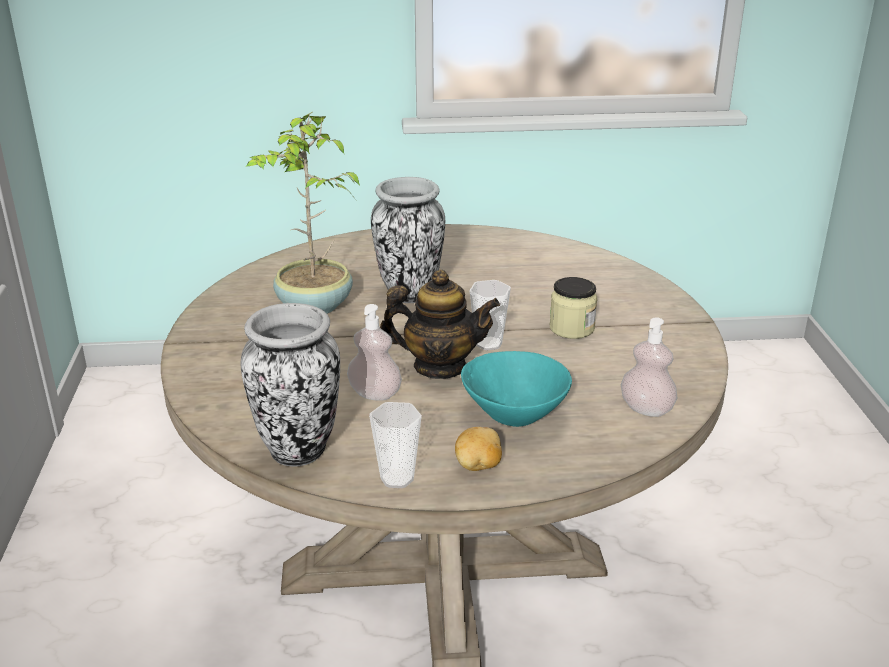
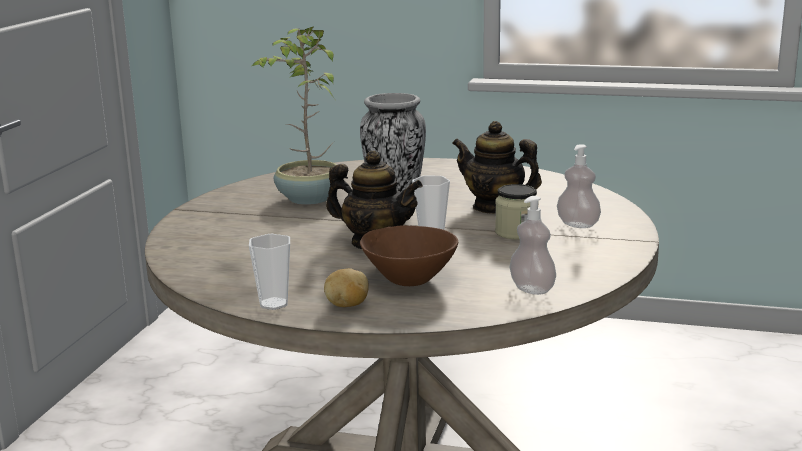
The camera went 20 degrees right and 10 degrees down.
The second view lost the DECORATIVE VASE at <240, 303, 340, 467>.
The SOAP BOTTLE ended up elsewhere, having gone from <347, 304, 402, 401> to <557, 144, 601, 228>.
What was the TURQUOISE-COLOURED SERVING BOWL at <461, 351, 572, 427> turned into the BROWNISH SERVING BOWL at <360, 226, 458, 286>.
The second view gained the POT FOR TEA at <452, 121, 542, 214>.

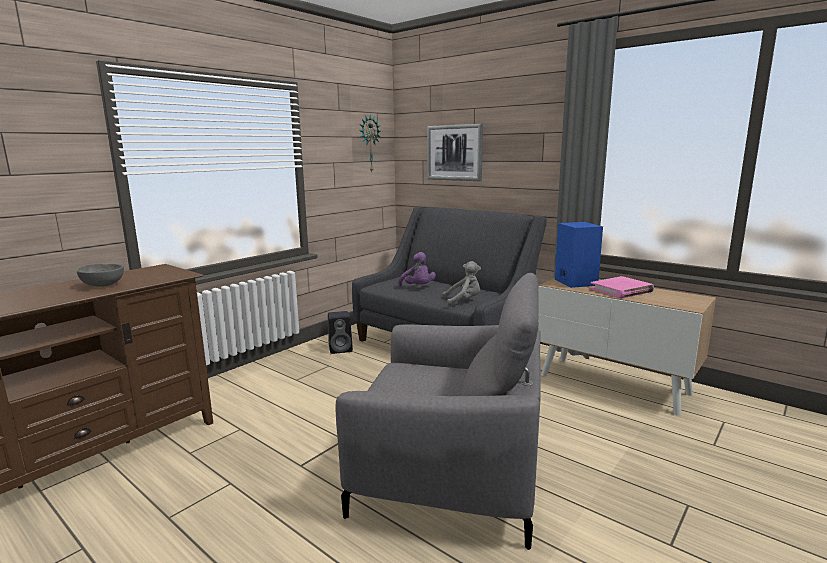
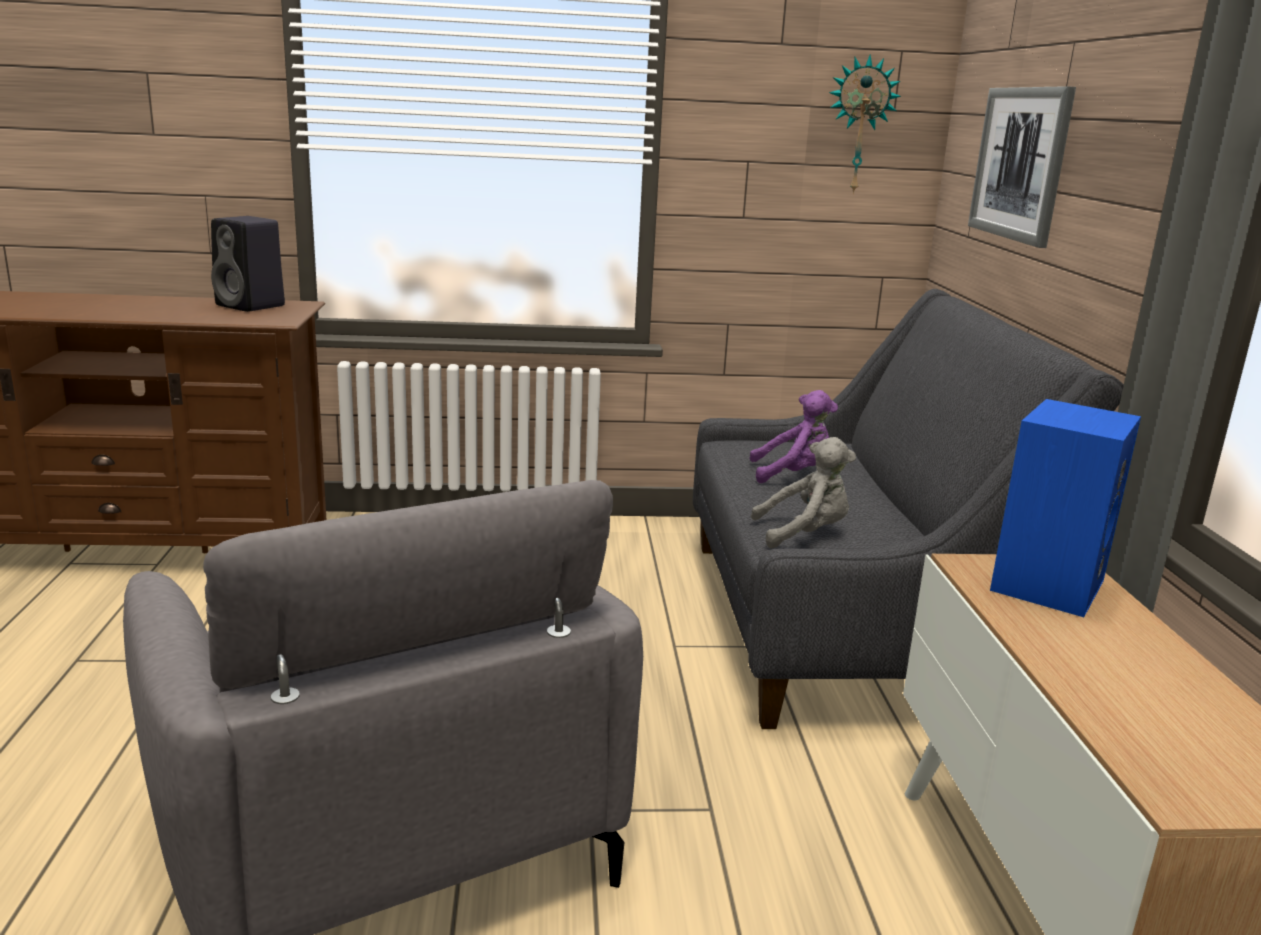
The camera went 45 degrees right and 5 degrees up.
The PURPLE PLUSH TOY at <398, 252, 436, 286> ended up facing another way, 105 degrees counterclockwise from before.
The GREYISH PLUSH TOY at <442, 261, 481, 307> ended up facing another way, 45 degrees counterclockwise from before.
The second view lost the GREYISH SERVING BOWL at <77, 264, 124, 287>.
The second view lost the PINK BOOK at <590, 276, 654, 298>.
The BLACK AUDIO SPEAKER ended up elsewhere, having gone from <328, 311, 353, 354> to <211, 216, 285, 312>.

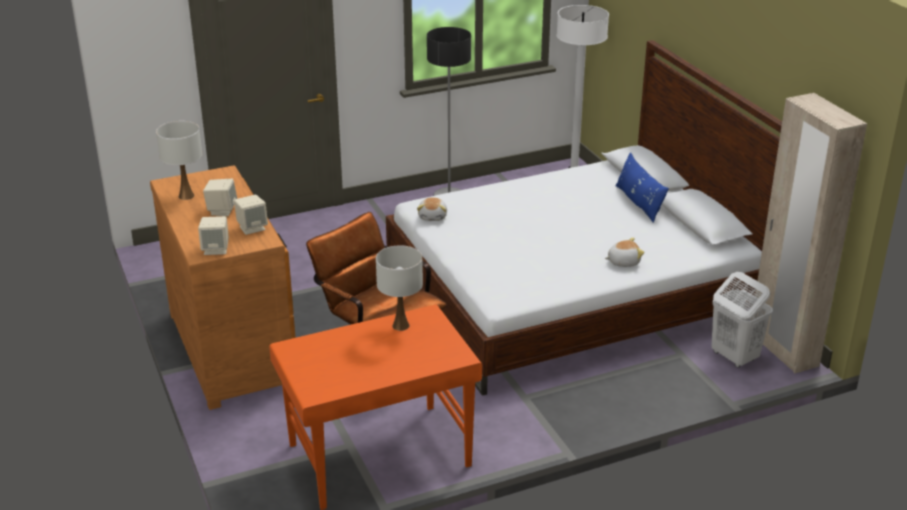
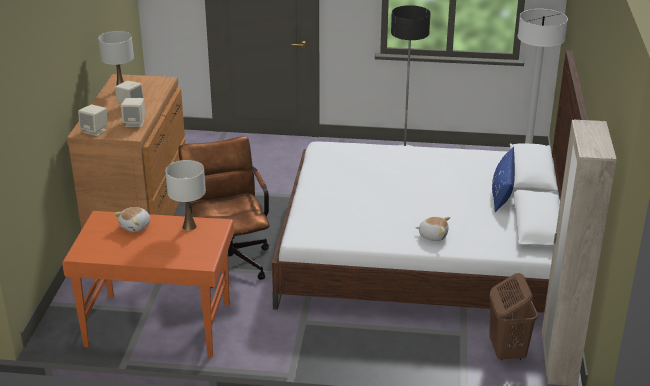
The camera went 30 degrees right and 0 degrees up.
The PLUSH TOY ended up elsewhere, having gone from <417, 197, 447, 221> to <114, 207, 150, 232>.
What was the WHITE LAUNDRY BASKET at <711, 272, 773, 368> turned into the BROWNISH LAUNDRY BASKET at <489, 273, 538, 361>.

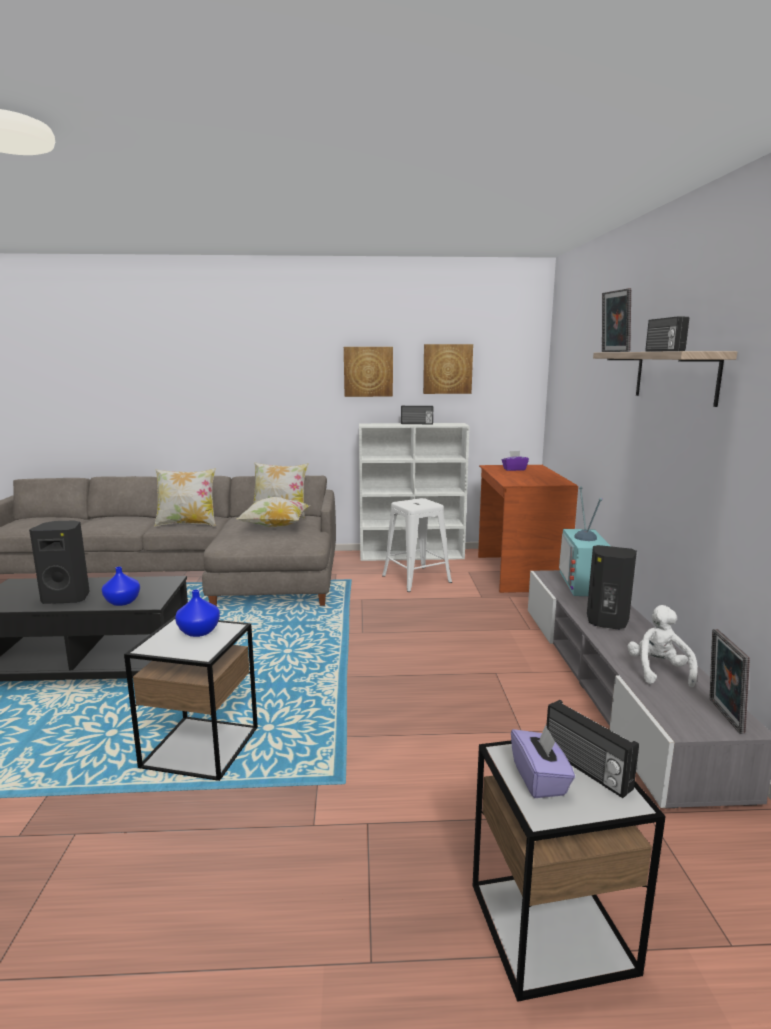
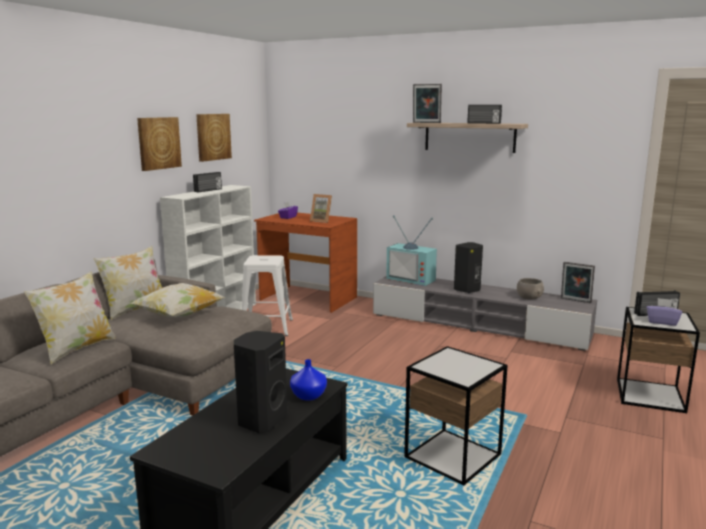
The camera went 60 degrees left and 0 degrees up.
The second view lost the BLUE-COLOURED DECORATIVE VASE at <175, 589, 220, 637>.
Where the WHITE PLUSH TOY stood at <627, 605, 698, 687>, the GREYISH SERVING BOWL came to stand at <517, 278, 544, 299>.
The second view gained the STANDING FRAME at <310, 194, 332, 223>.

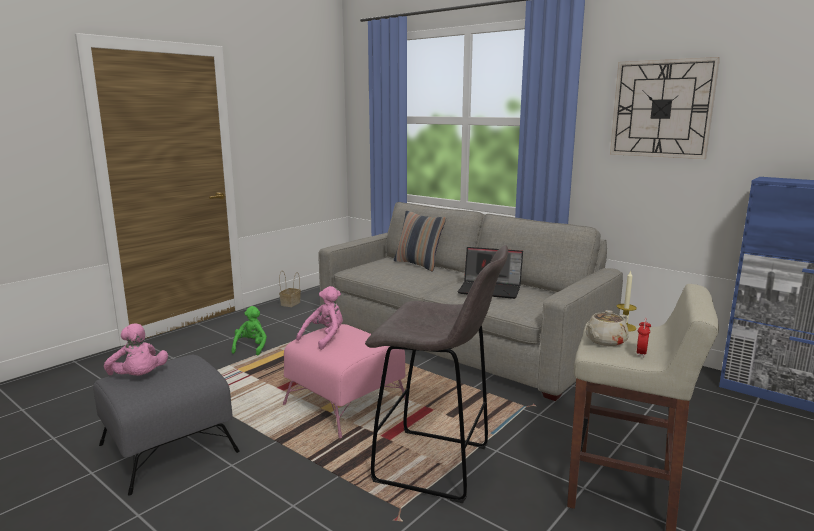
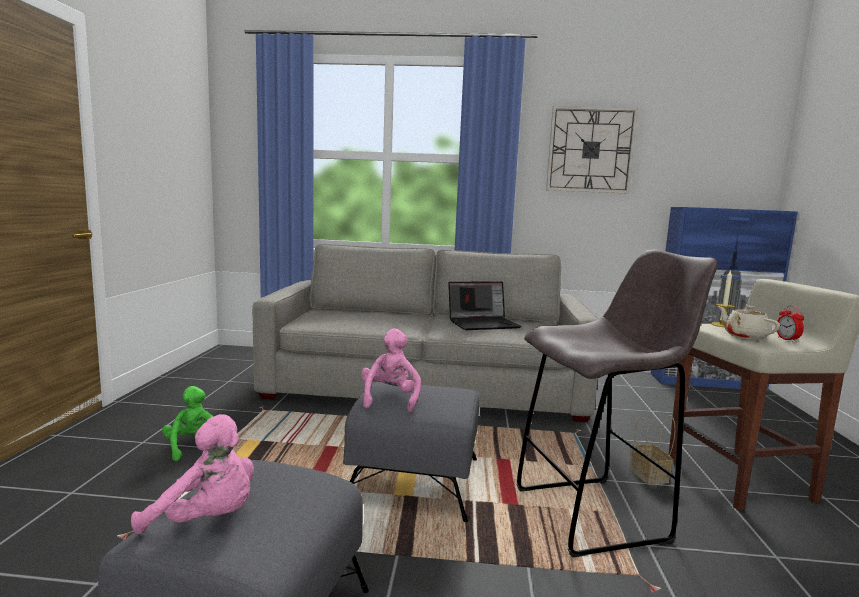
The camera went 35 degrees left and 5 degrees down.
The second view lost the THROW PILLOW at <394, 211, 446, 271>.
The HOUSEHOLD BASKET ended up elsewhere, having gone from <279, 271, 301, 307> to <630, 415, 675, 485>.
The BEIGE POT FOR TEA at <586, 310, 629, 346> ended up facing another way, 135 degrees clockwise from before.
What was the PINK POUFFE at <283, 324, 409, 438> turned into the GREYISH POUFFE at <343, 382, 479, 522>.

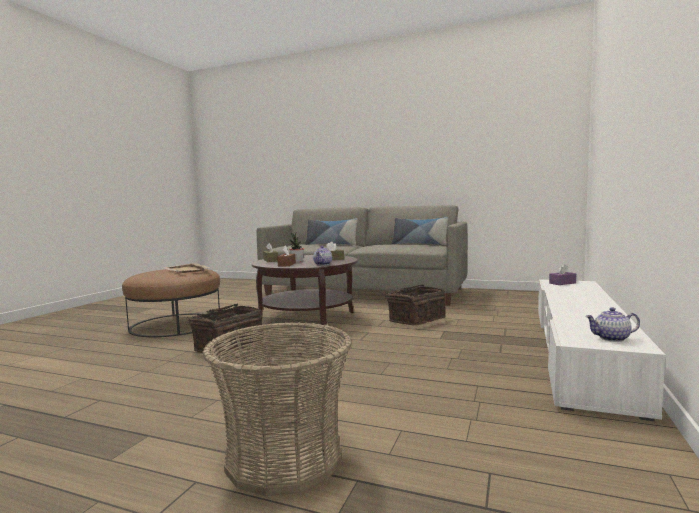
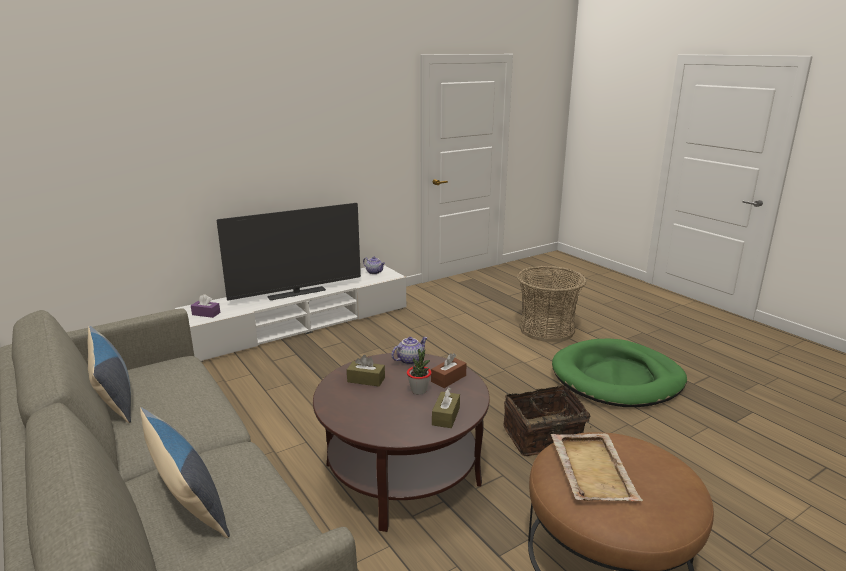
The camera went 145 degrees left and 15 degrees up.
The second view lost the HOUSEHOLD BASKET at <382, 284, 446, 326>.
The second view gained the TV SET at <217, 203, 361, 301>.
The second view gained the GREEN DOG BED at <552, 339, 687, 407>.

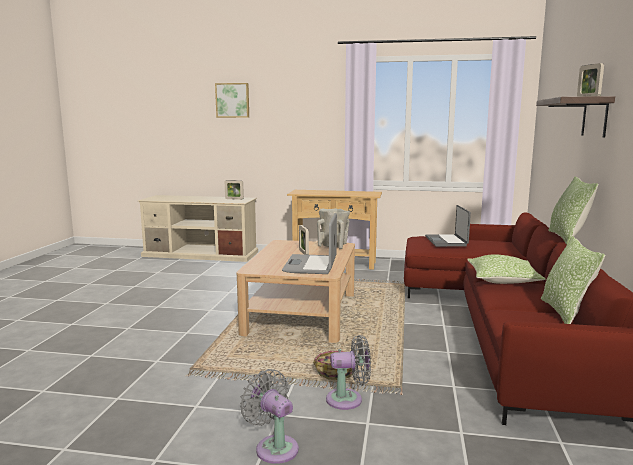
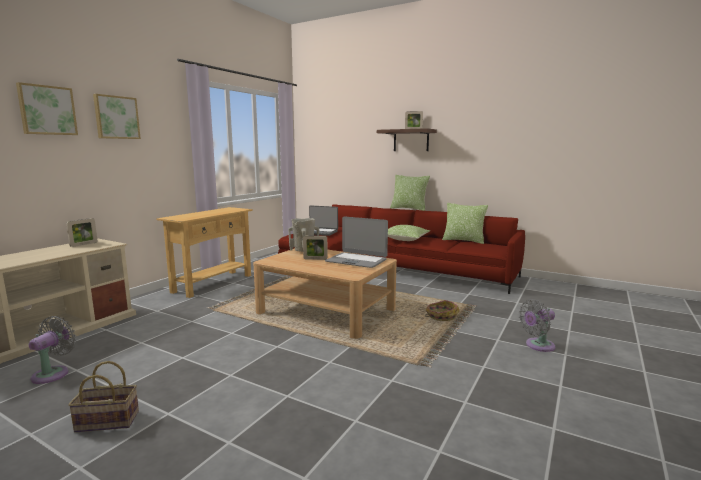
The camera went 70 degrees left and 0 degrees up.
The GREYISH FAN ended up elsewhere, having gone from <326, 335, 371, 410> to <29, 316, 76, 384>.
The second view gained the WALL PICTURE at <93, 94, 141, 139>.
The second view gained the HOUSEHOLD BASKET at <68, 361, 139, 433>.

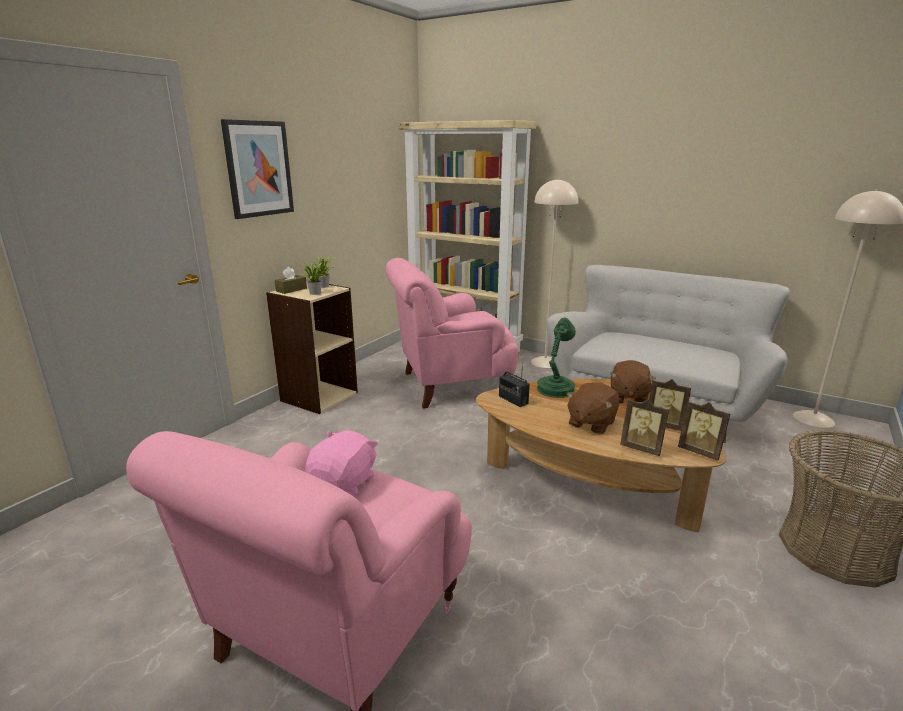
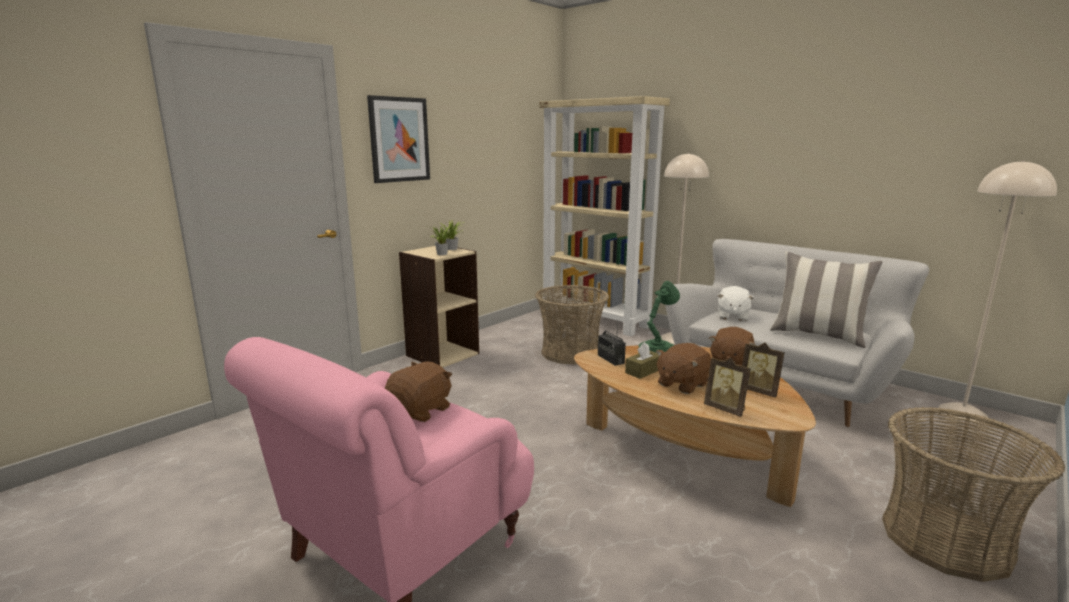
The camera went 10 degrees right and 5 degrees down.
Where the PINK ARMCHAIR stood at <386, 258, 518, 409>, the HOUSEHOLD BASKET came to stand at <535, 285, 609, 365>.
The BROWNISH TISSUE HOLDER ended up elsewhere, having gone from <275, 267, 307, 294> to <625, 342, 659, 379>.
The second view lost the STANDING FRAME at <678, 401, 730, 461>.
What was the PINK PLUSH TOY at <305, 430, 378, 497> turned into the BROWNISH PLUSH TOY at <385, 361, 452, 422>.
The second view gained the THROW PILLOW at <770, 252, 882, 348>.
The second view gained the WHITE PLUSH TOY at <718, 286, 754, 321>.

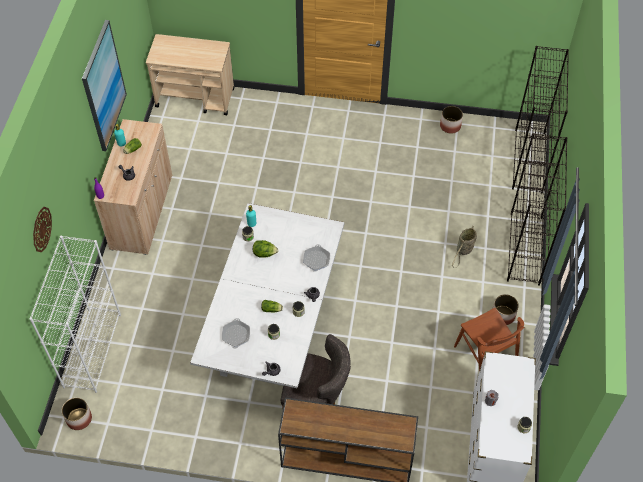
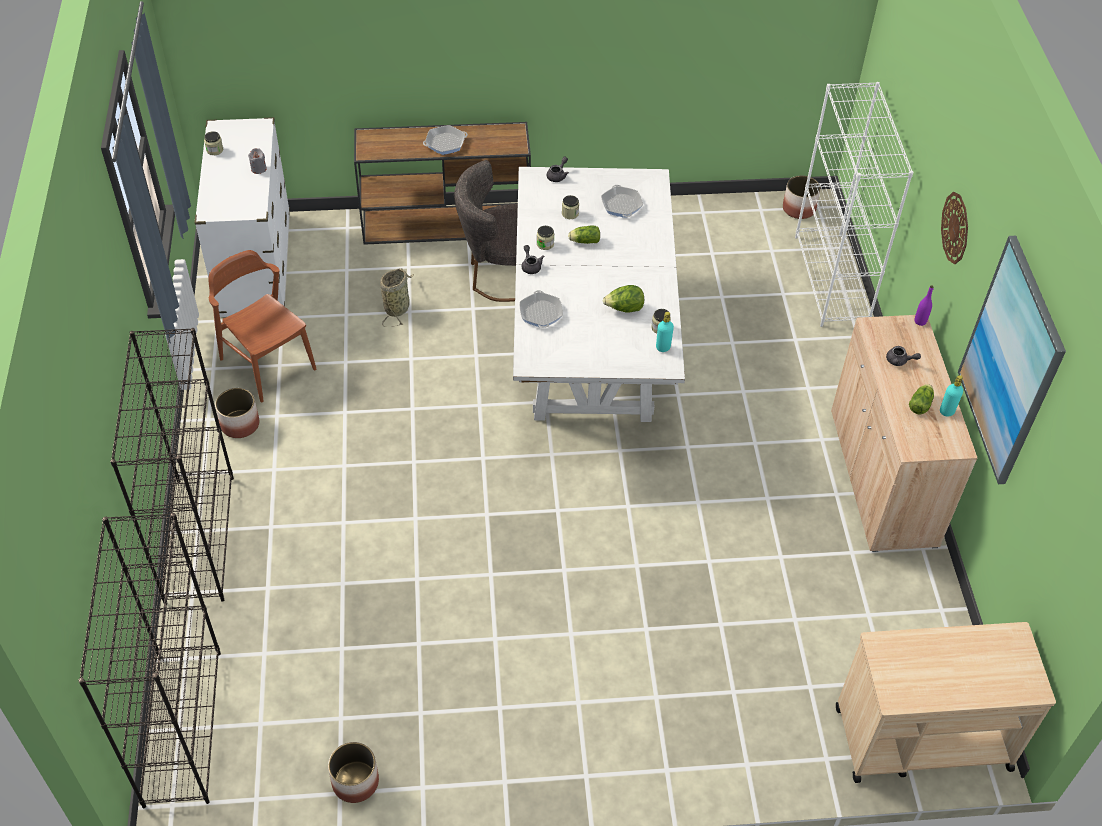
The camera went 165 degrees right and 5 degrees down.
The WALL CLOCK ended up elsewhere, having gone from <33, 207, 52, 252> to <941, 192, 968, 264>.
The HOUSEHOLD BASKET ended up elsewhere, having gone from <452, 226, 477, 268> to <380, 268, 414, 327>.
The second view gained the FRYING PAN at <423, 125, 468, 155>.

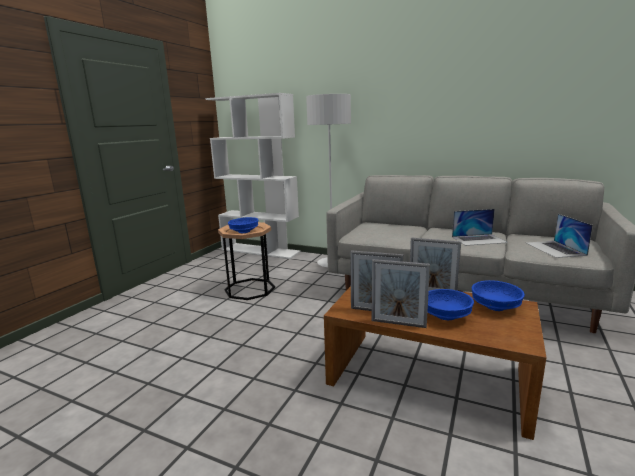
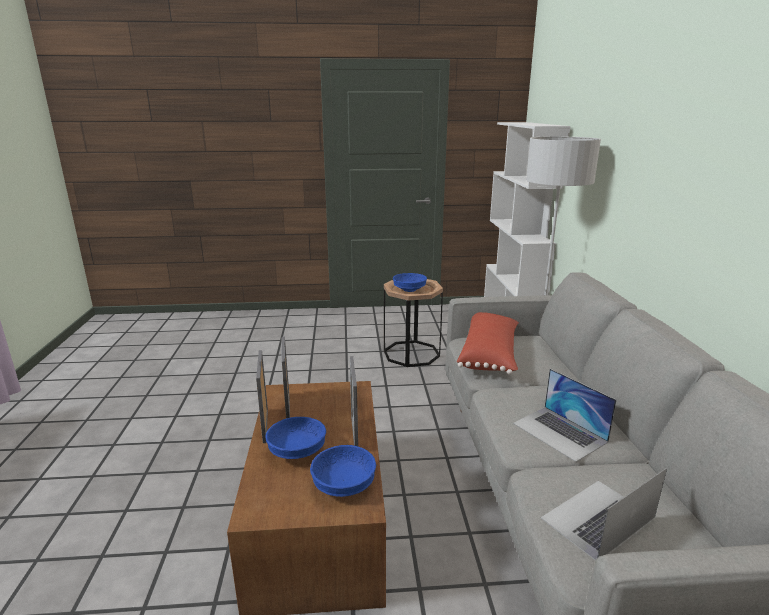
The camera went 60 degrees right and 5 degrees up.
The second view gained the RED-COLOURED THROW PILLOW at <457, 312, 519, 375>.

